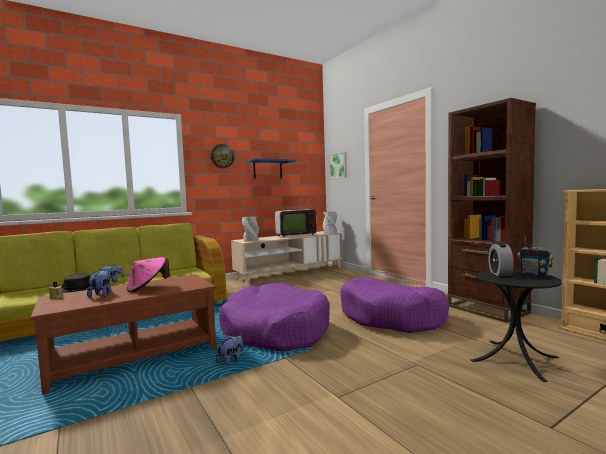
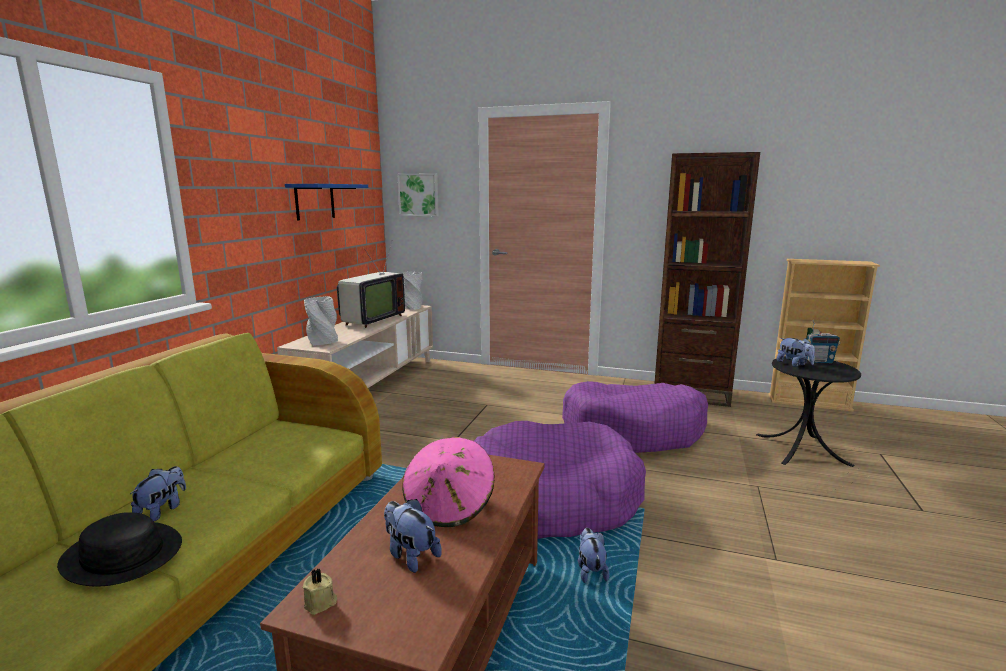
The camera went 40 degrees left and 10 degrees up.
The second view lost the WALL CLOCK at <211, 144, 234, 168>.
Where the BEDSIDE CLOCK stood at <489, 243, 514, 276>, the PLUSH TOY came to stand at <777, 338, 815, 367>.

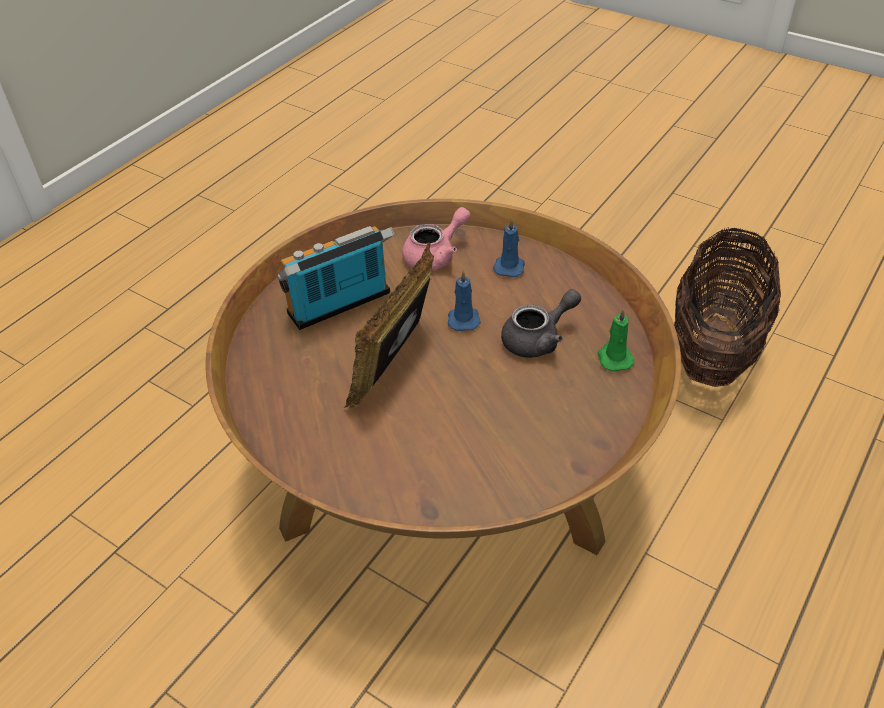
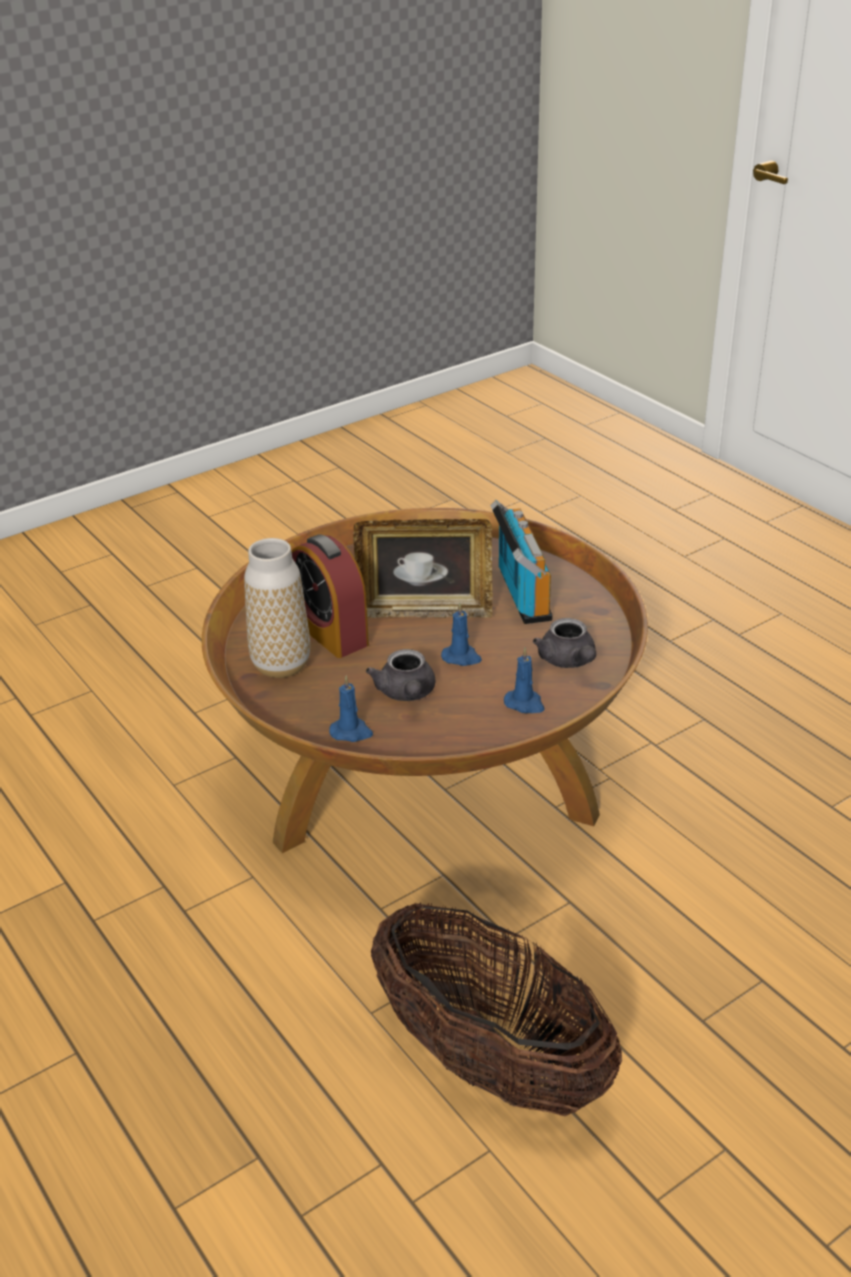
The camera went 110 degrees right and 10 degrees down.
What was the PINK POT FOR TEA at <402, 207, 470, 271> turned into the GREYISH POT FOR TEA at <533, 618, 596, 668>.
The STANDING FRAME at <343, 242, 434, 408> ended up facing another way, 135 degrees clockwise from before.
What was the GREEN CANDLE at <598, 308, 635, 371> turned into the BLUE-COLOURED CANDLE at <329, 675, 373, 742>.
The second view gained the BEDSIDE CLOCK at <291, 534, 369, 658>.
The second view gained the DECORATIVE VASE at <244, 538, 310, 678>.

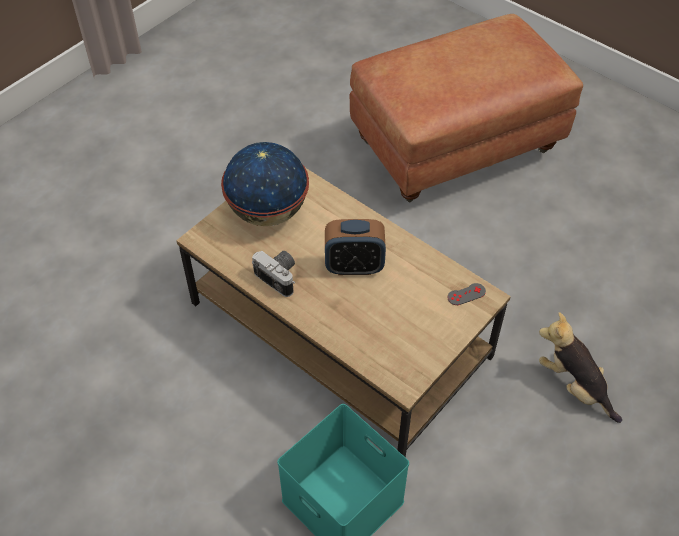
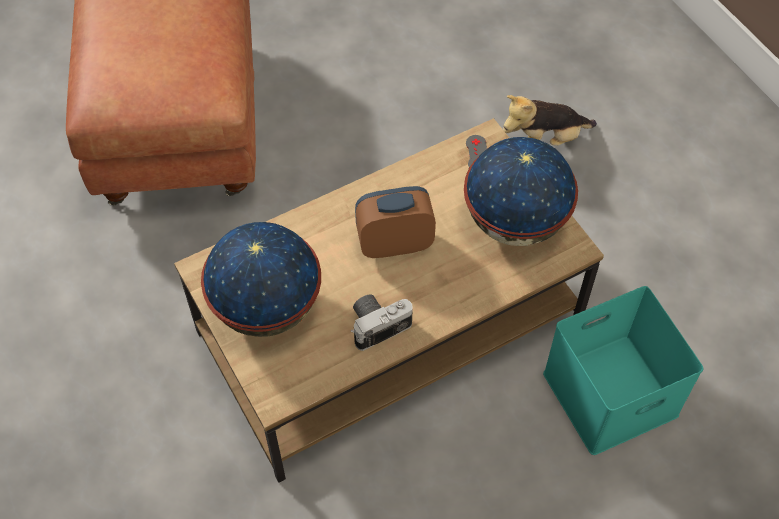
The camera went 70 degrees left and 5 degrees up.
The BEDSIDE CLOCK at <325, 219, 386, 275> ended up facing another way, 120 degrees counterclockwise from before.
The second view gained the WORLD GLOBE at <464, 137, 578, 246>.

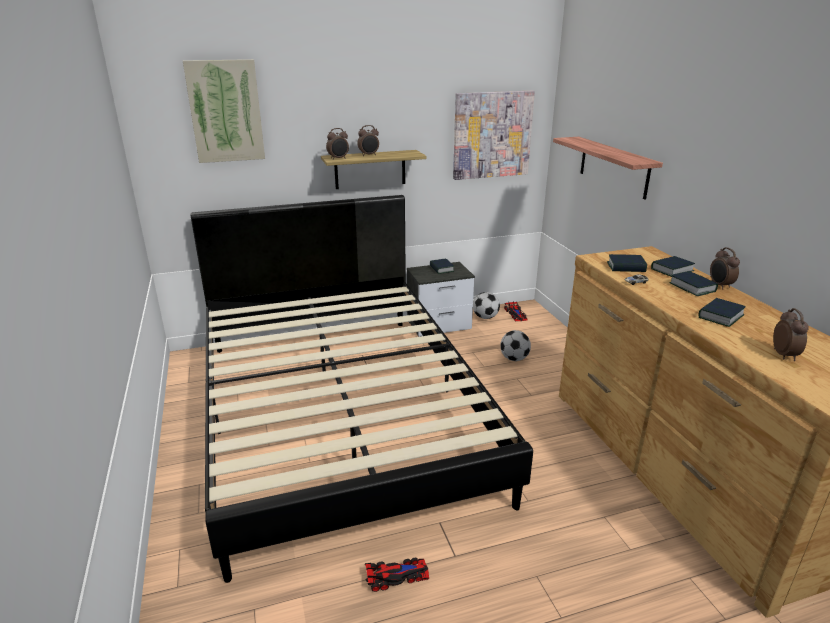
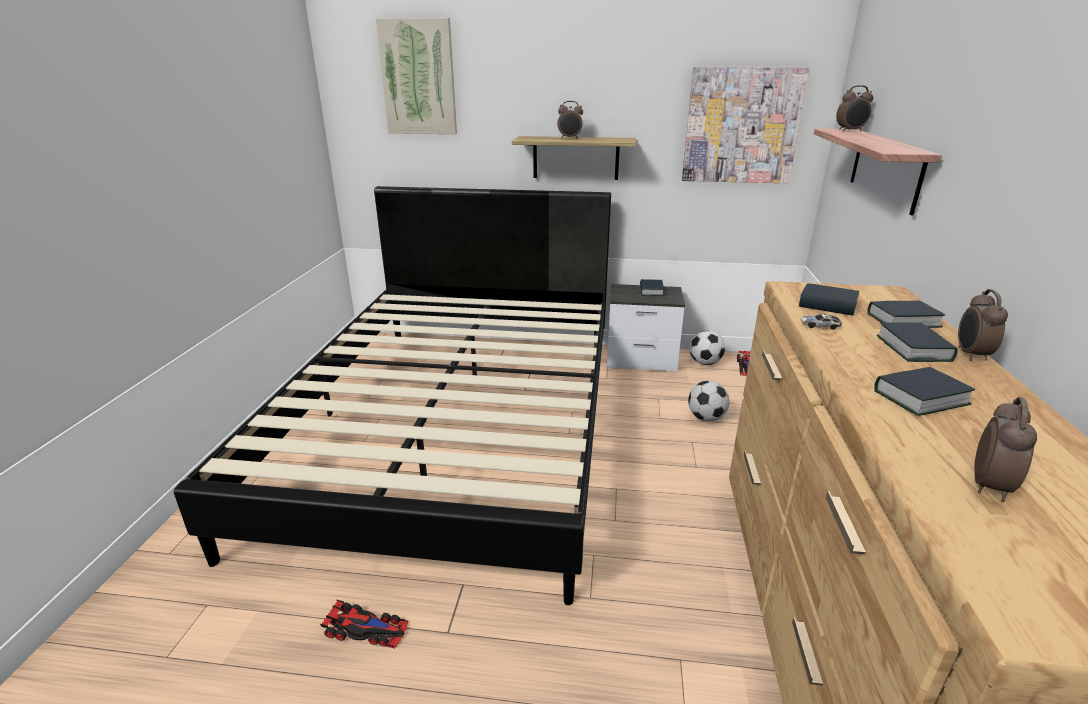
The camera went 25 degrees right and 0 degrees up.
The BEDSIDE CLOCK ended up elsewhere, having gone from <326, 128, 349, 160> to <836, 85, 873, 132>.

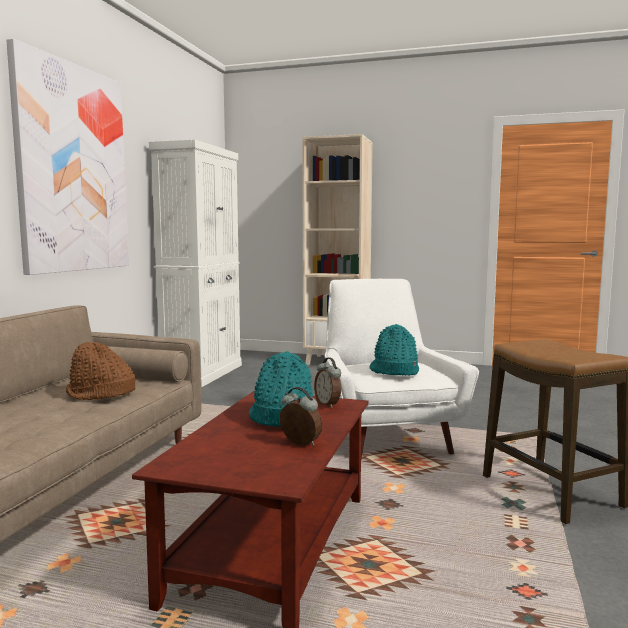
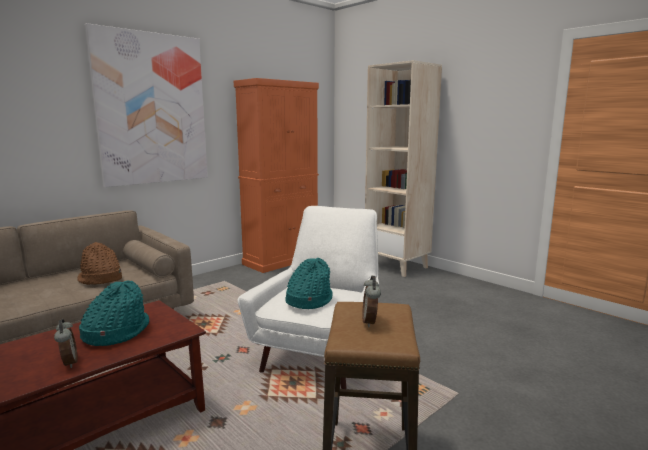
The camera went 30 degrees right and 5 degrees up.
What was the WHITE CABINET at <149, 139, 242, 387> turned into the ORANGE-COLOURED CABINET at <234, 78, 319, 273>.
The BEDSIDE CLOCK ended up elsewhere, having gone from <314, 358, 341, 408> to <363, 276, 381, 328>.

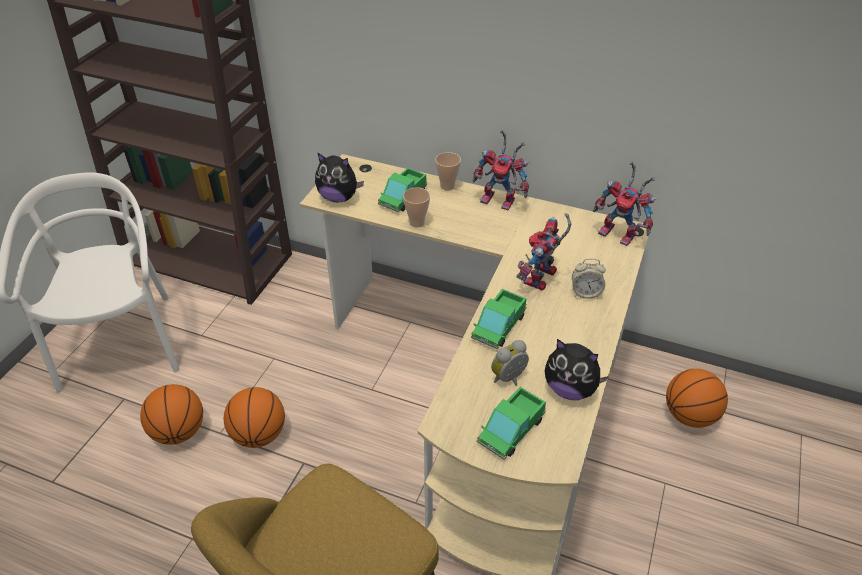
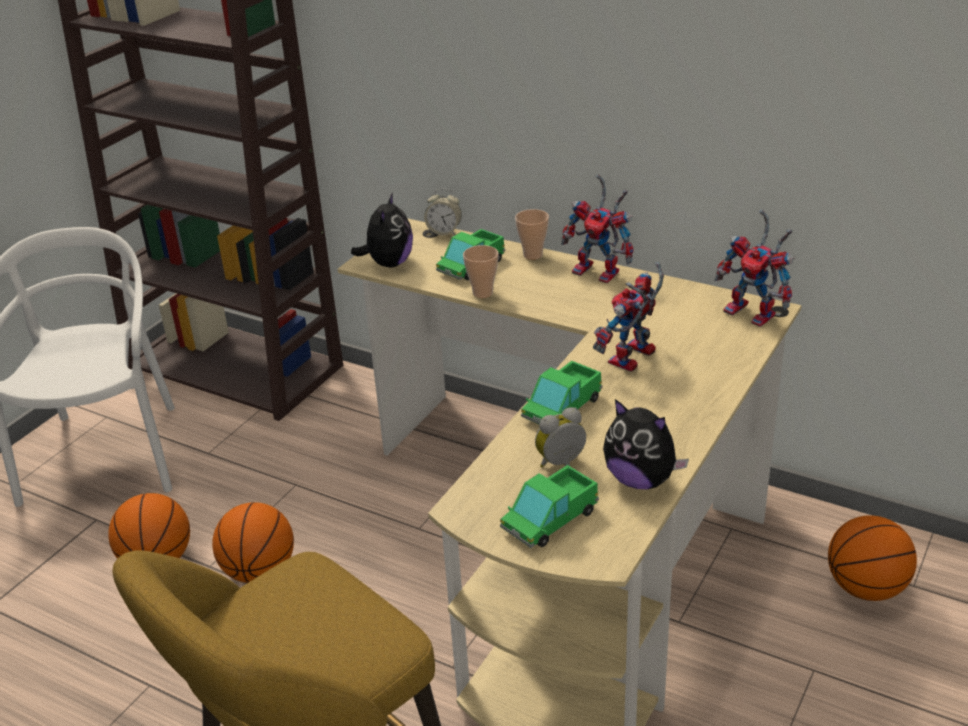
The camera went 10 degrees right and 10 degrees down.
The PLUSH TOY at <315, 153, 364, 203> ended up facing another way, 105 degrees counterclockwise from before.
The BEDSIDE CLOCK ended up elsewhere, having gone from <572, 259, 606, 299> to <424, 188, 462, 236>.

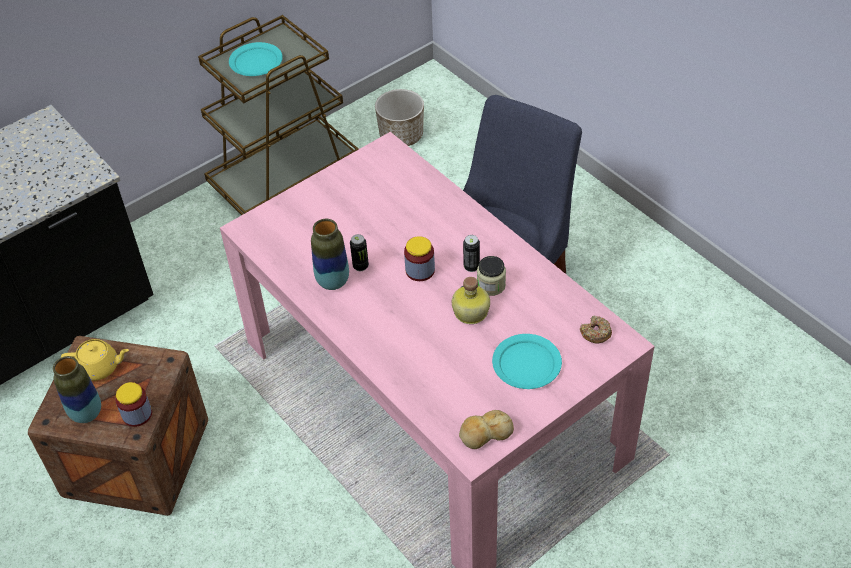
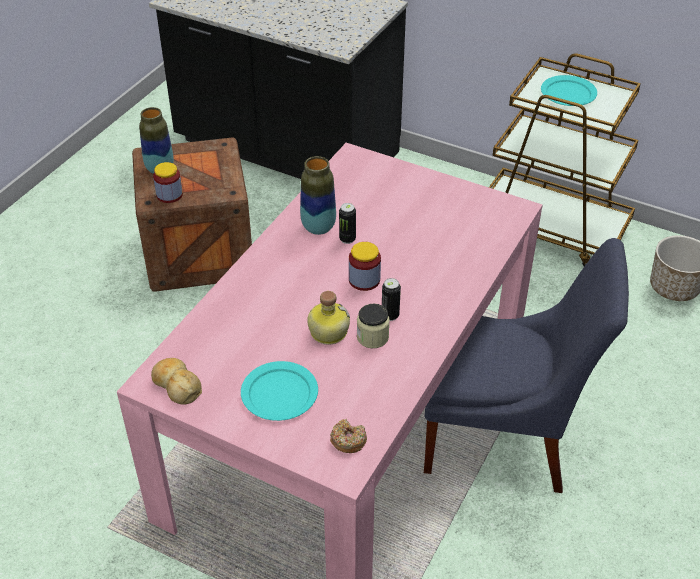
The camera went 65 degrees right and 5 degrees down.
The second view lost the YELLOW-COLOURED POT FOR TEA at <61, 339, 129, 381>.

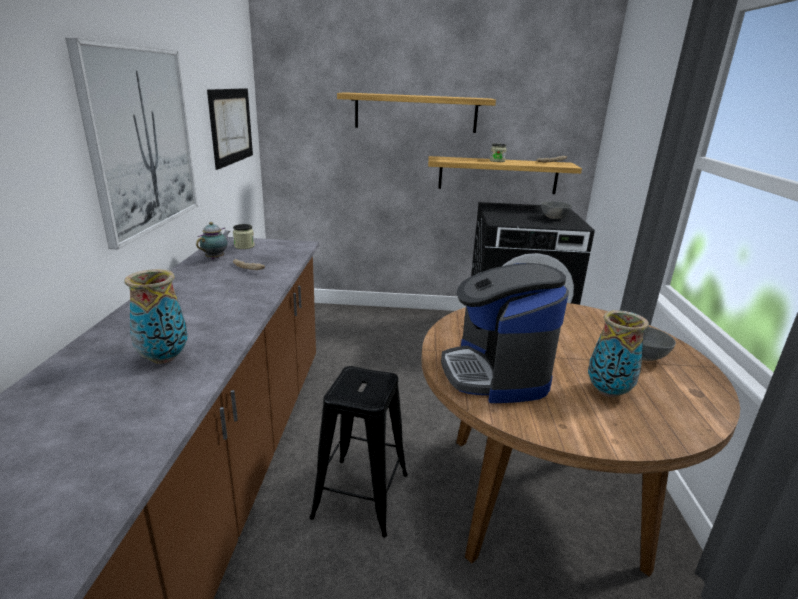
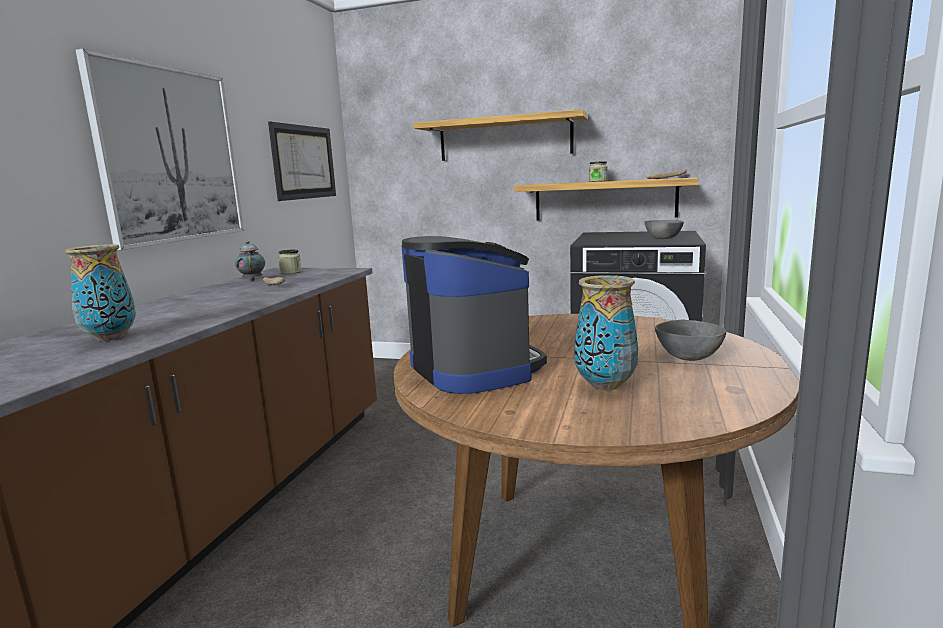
The camera went 15 degrees right and 10 degrees down.
The POT FOR TEA at <196, 222, 230, 260> ended up facing another way, 60 degrees counterclockwise from before.
The COFFEE BREWER at <441, 263, 569, 403> ended up facing another way, 150 degrees clockwise from before.
The second view lost the BLACK SITTING STOOL at <309, 366, 408, 538>.

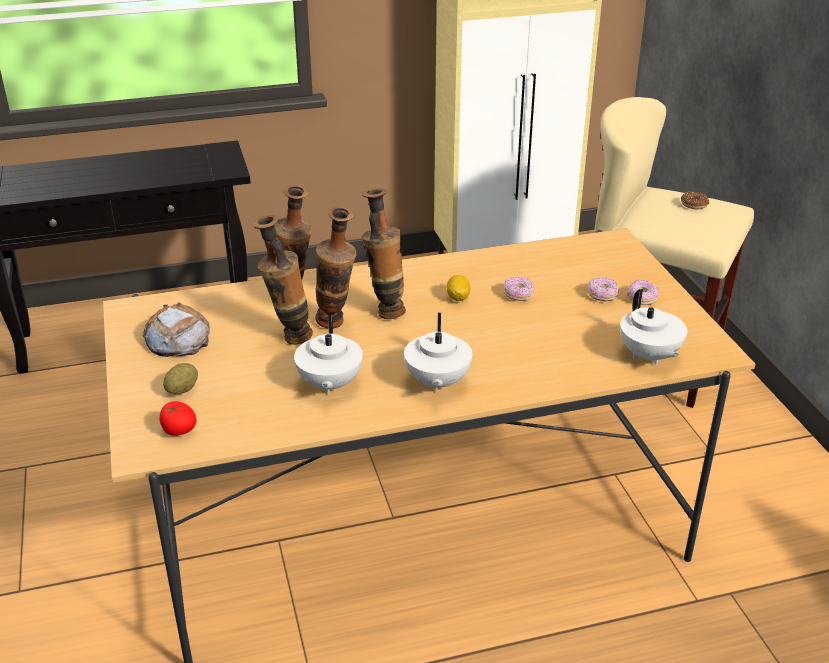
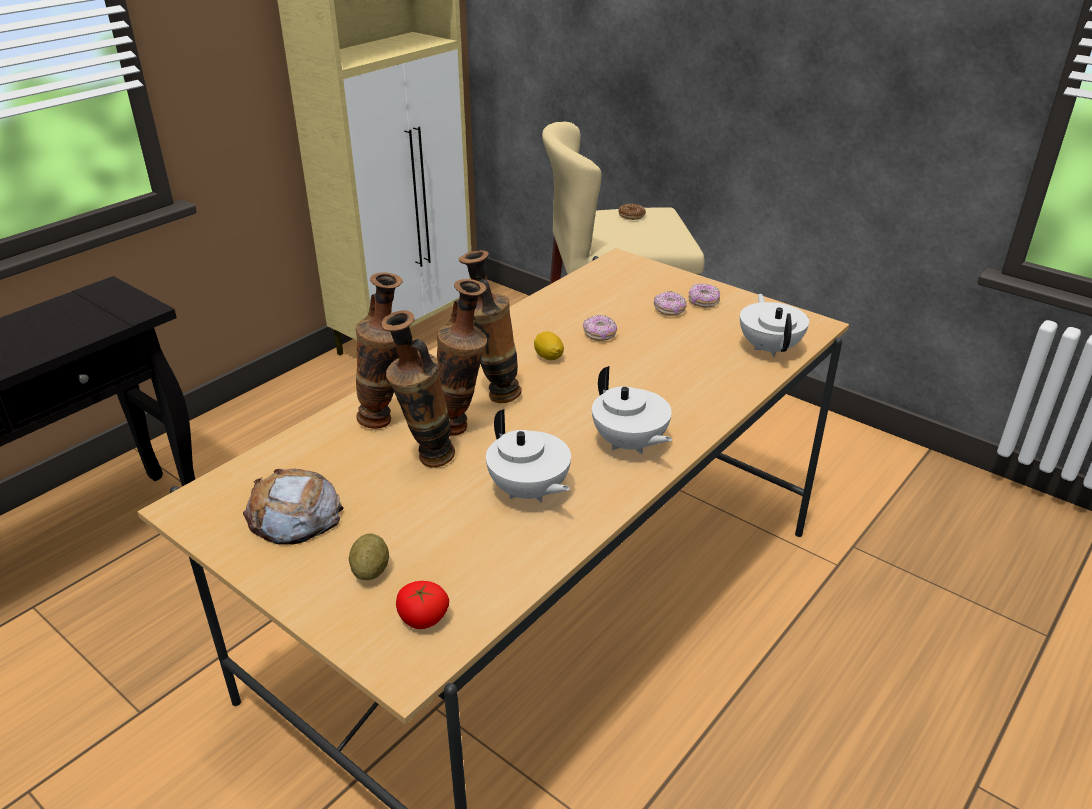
The camera went 35 degrees left and 0 degrees up.
The WHITE POT FOR TEA at <620, 289, 687, 365> ended up facing another way, 135 degrees counterclockwise from before.

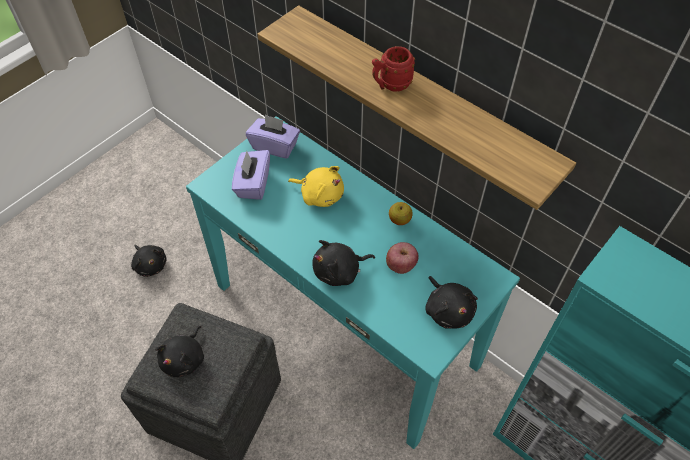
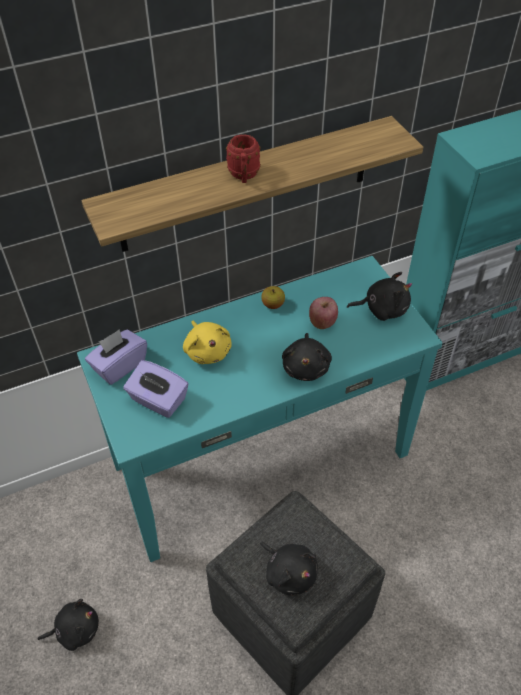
The camera went 65 degrees left and 5 degrees down.
The YELLOW-COLOURED PLUSH TOY at <288, 166, 344, 207> ended up facing another way, 105 degrees clockwise from before.

